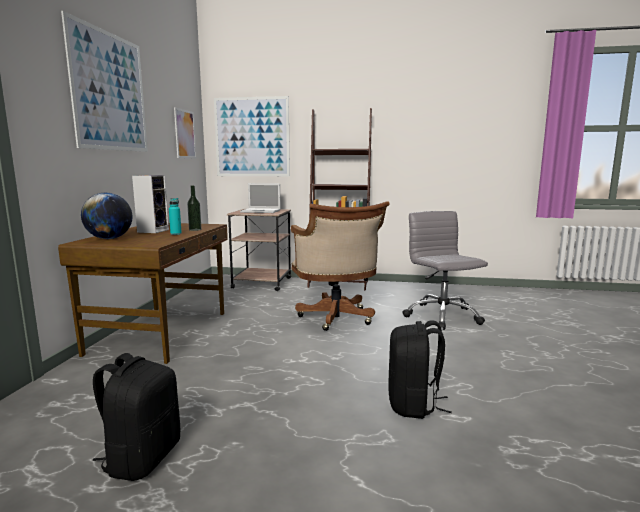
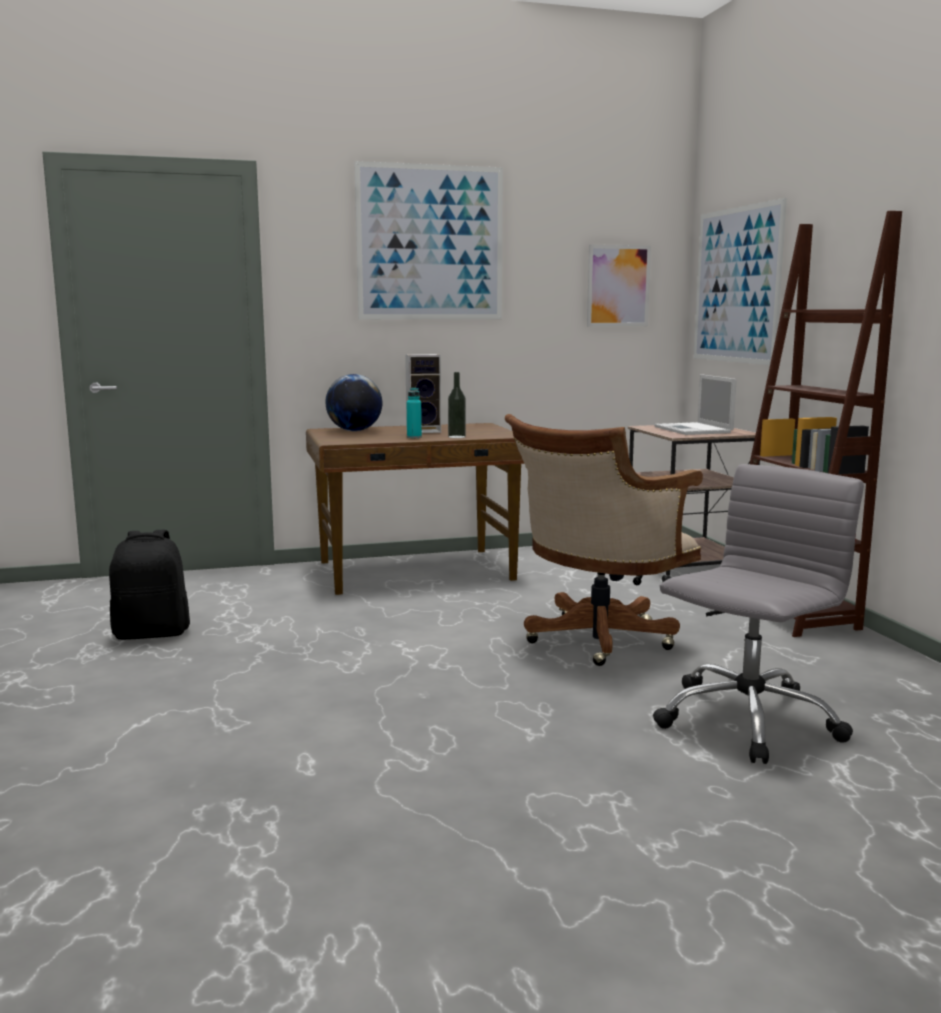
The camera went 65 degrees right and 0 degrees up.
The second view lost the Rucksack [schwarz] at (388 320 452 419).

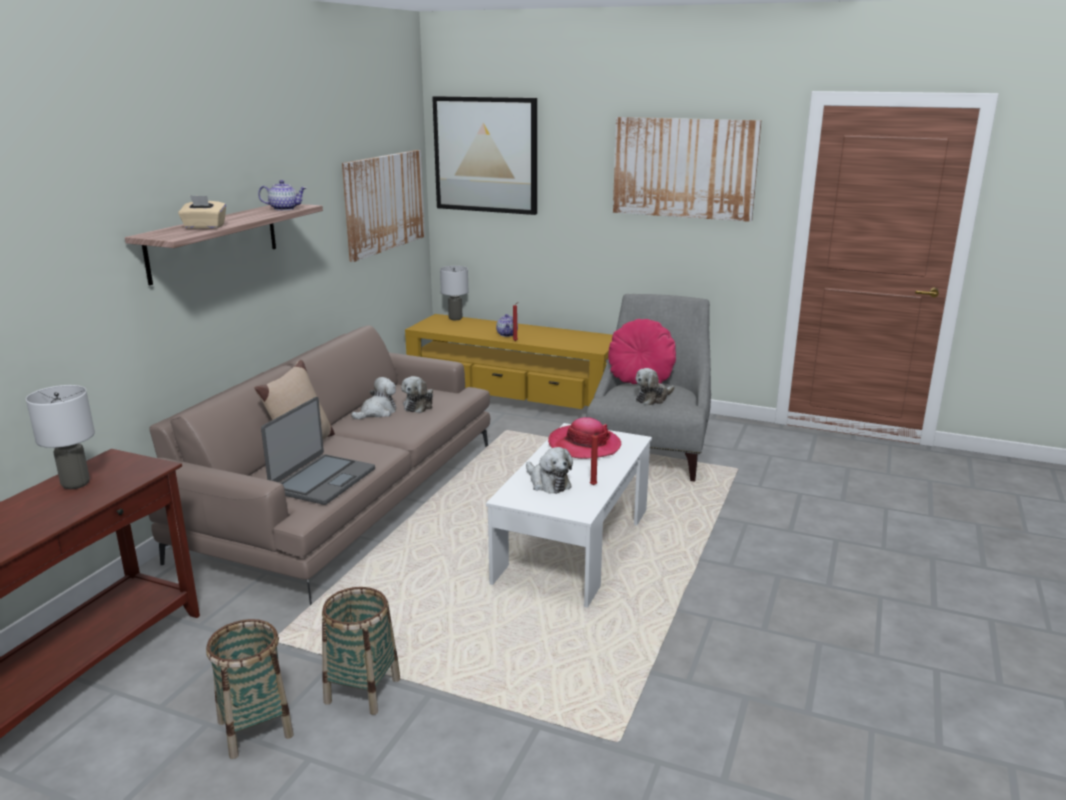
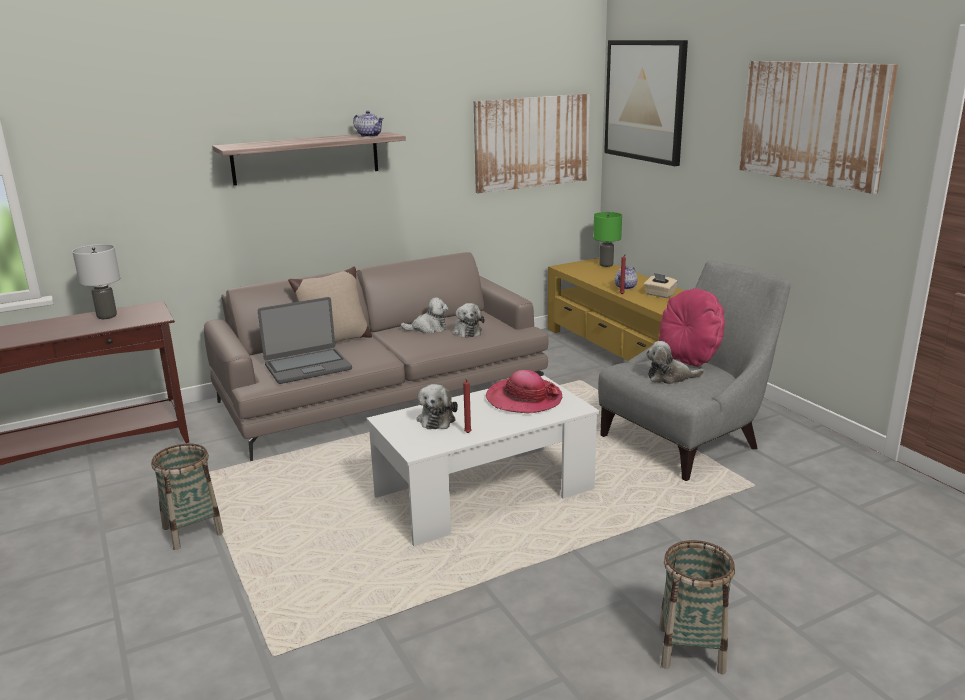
The camera went 40 degrees right and 0 degrees up.
The Taschentuchbox [beige] ended up elsewhere, having gone from (178 195 226 229) to (644 273 678 298).
The Korb ended up elsewhere, having gone from (206 619 294 759) to (659 540 735 674).
What was the Tischlampe [weiß] at (440 266 468 320) turned into the Tischlampe [grün] at (593 212 622 267).
The Plüschtier at (401 376 433 413) ended up facing another way, 75 degrees counterclockwise from before.

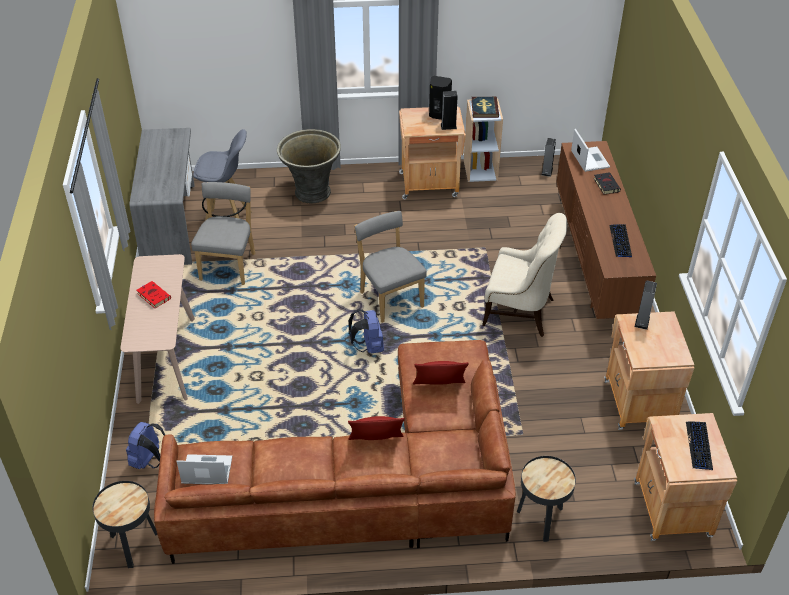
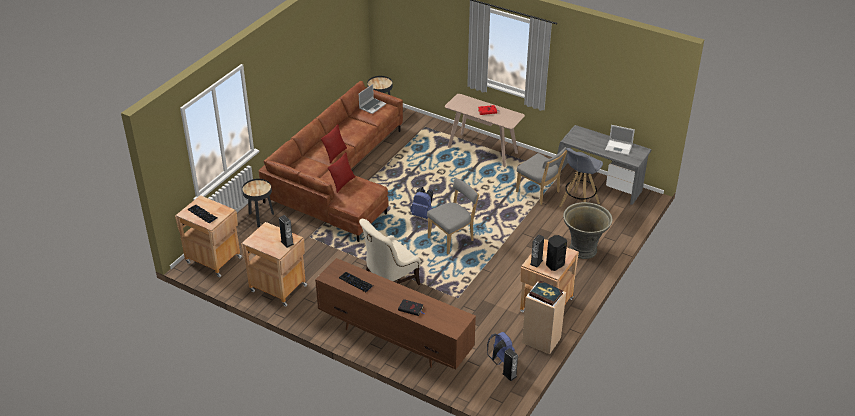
The camera went 125 degrees right and 5 degrees down.
The Rucksack [blau] ended up elsewhere, having gone from (126 422 165 469) to (487 332 515 365).
The Laptop ended up elsewhere, having gone from (571 129 610 172) to (605 125 635 155).
The Stuhl [grau] at (354 211 427 323) ended up facing another way, 45 degrees counterclockwise from before.

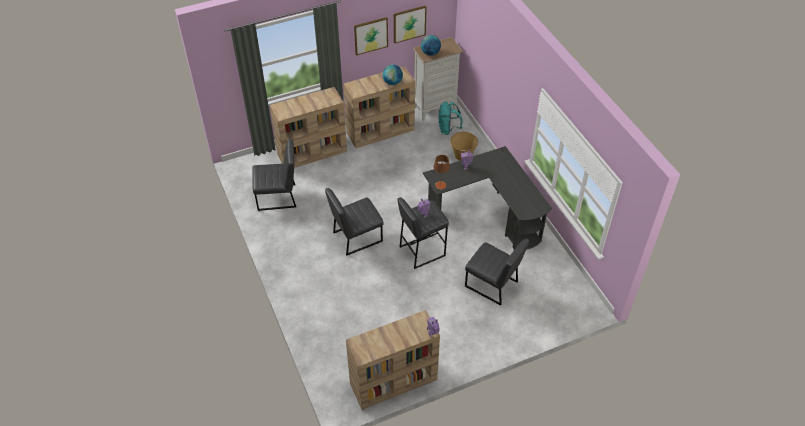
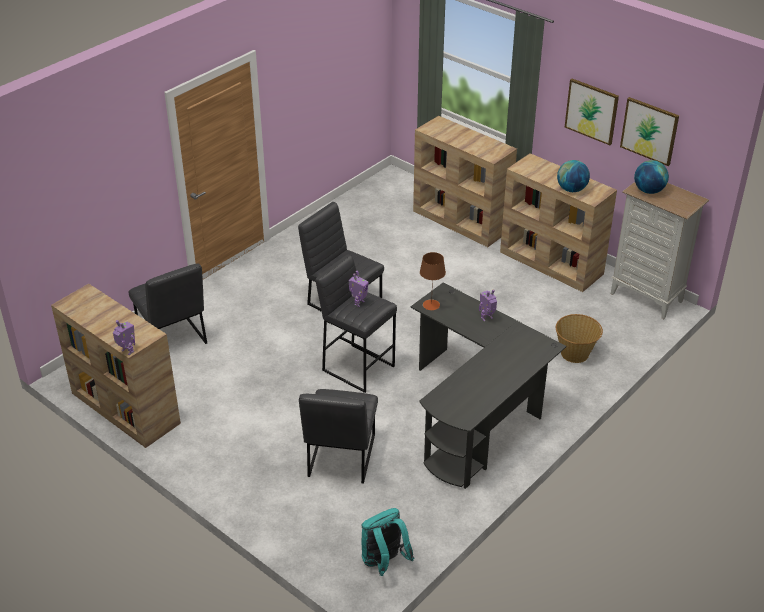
The camera went 65 degrees right and 10 degrees down.
The Stuhl [grau] ended up elsewhere, having gone from (252 139 296 211) to (129 263 207 344).
The Rucksack [türkis] ended up elsewhere, having gone from (438 102 462 135) to (362 508 414 576).

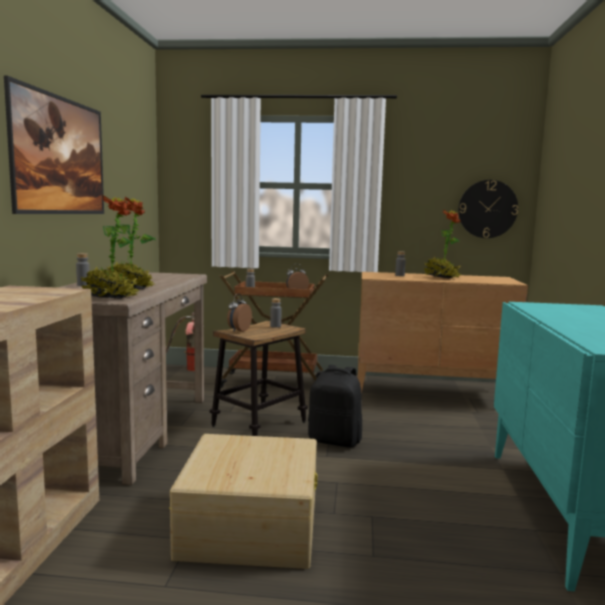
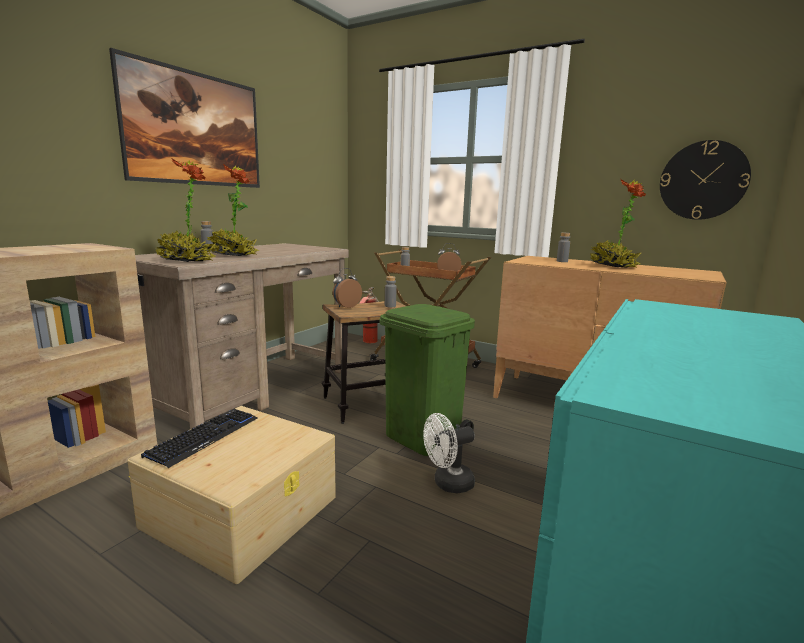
The camera went 25 degrees right and 5 degrees up.
The second view gained the Tastatur at (141 409 257 468).
The second view gained the Ventilator [weiß] at (424 413 475 493).
Where the Rucksack [schwarz] stood at (308 365 362 448), the Mülleimer [grün] came to stand at (379 304 475 456).

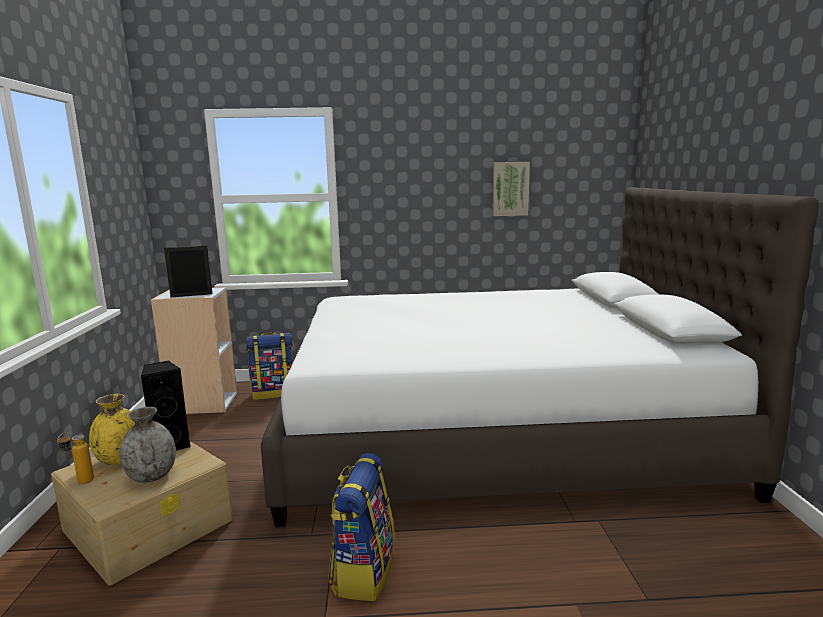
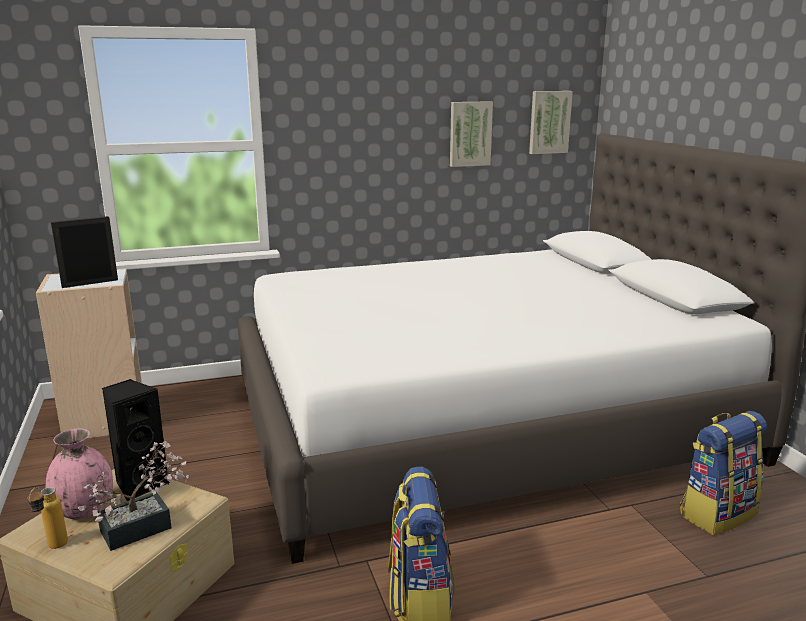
The camera went 15 degrees left and 5 degrees up.
The second view gained the Bild at (529 91 573 154).
The Rucksack ended up elsewhere, having gone from (246 332 293 400) to (680 411 767 535).
Where the Vase [grau] stood at (120 407 176 483), the Topfpflanze came to stand at (78 441 189 551).
What was the Vase [gelb] at (89 394 135 465) turned into the Vase [rosa] at (46 429 113 519).

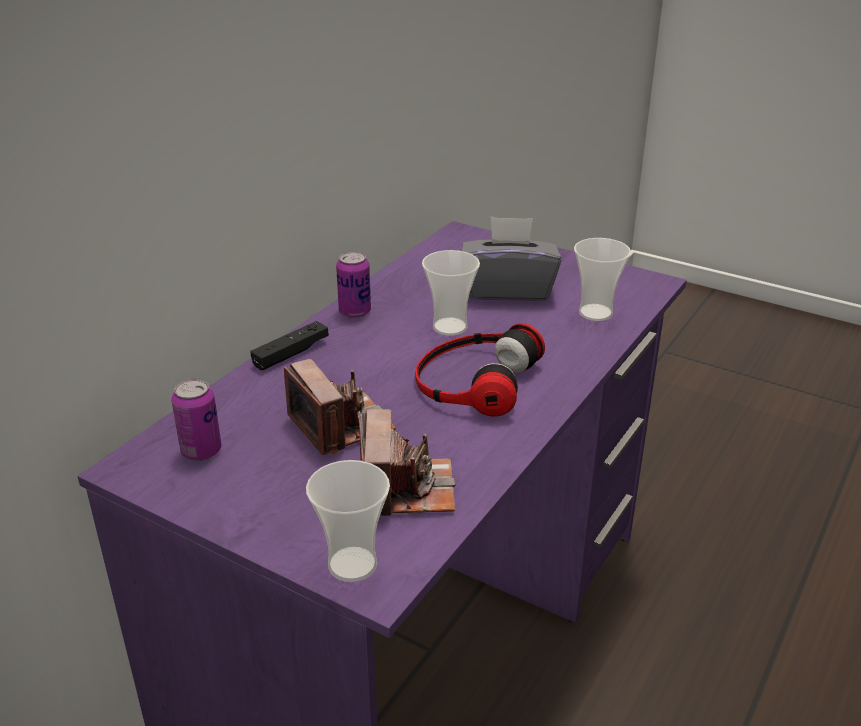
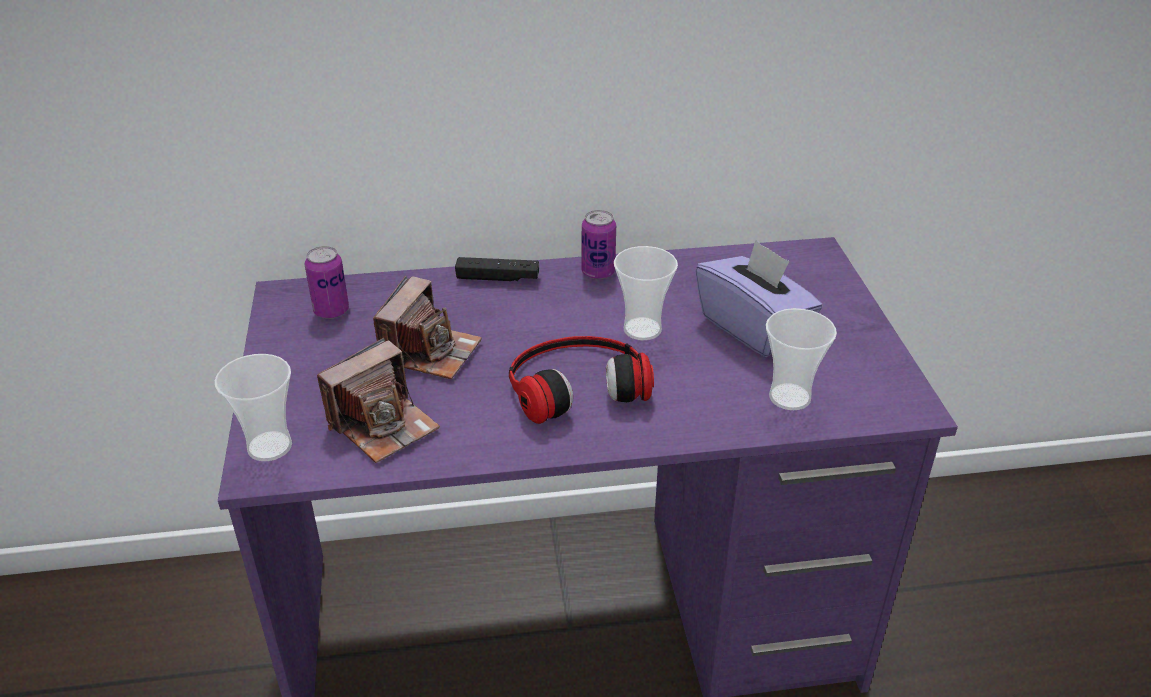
The camera went 50 degrees right and 5 degrees up.
What was the Taschentuchbox [grau] at (462 216 561 301) turned into the Taschentuchbox [lila] at (695 240 823 357).

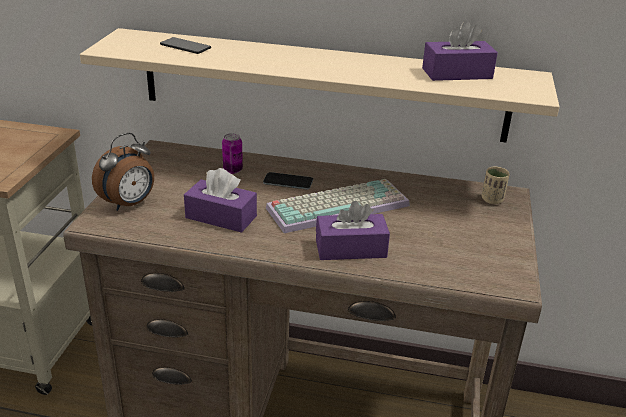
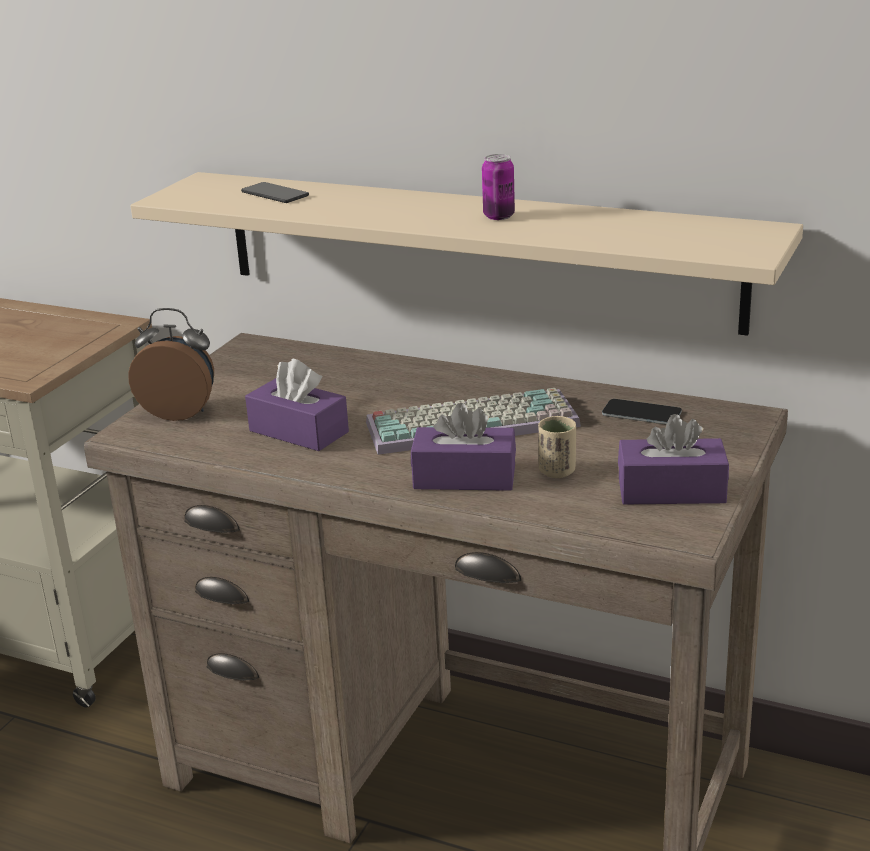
The camera went 15 degrees right and 5 degrees down.
The Dose ended up elsewhere, having gone from (222 133 243 174) to (482 154 515 220).
The Handy ended up elsewhere, having gone from (263 172 313 190) to (602 399 682 425).
The Taschentuchbox [lila] ended up elsewhere, having gone from (422 21 498 81) to (618 414 729 504).
The Tasse [beige] ended up elsewhere, having gone from (482 166 510 204) to (538 416 576 478).
The Wecker at (92 133 154 211) ended up facing another way, 135 degrees counterclockwise from before.

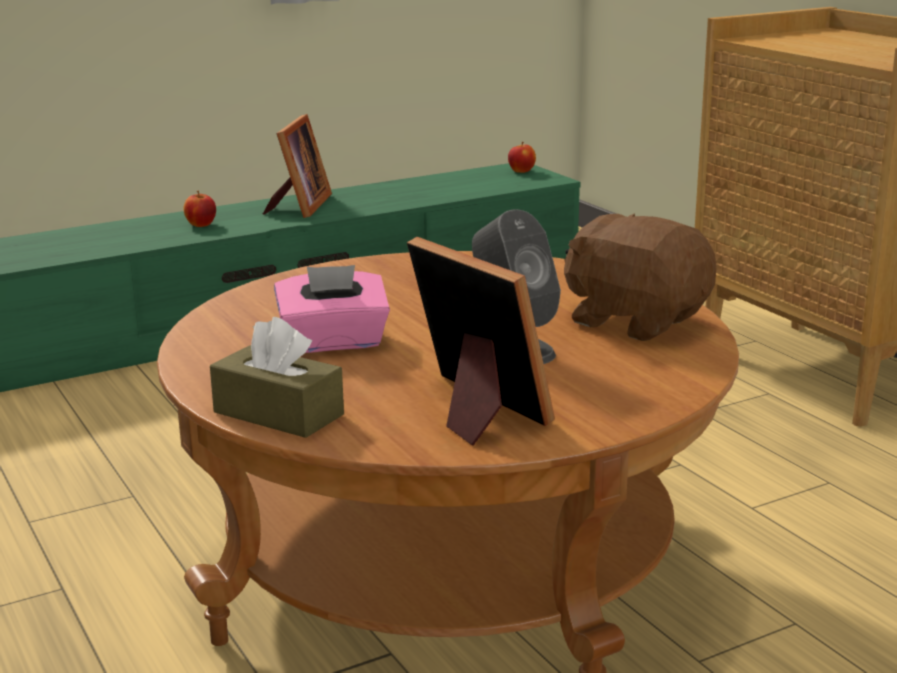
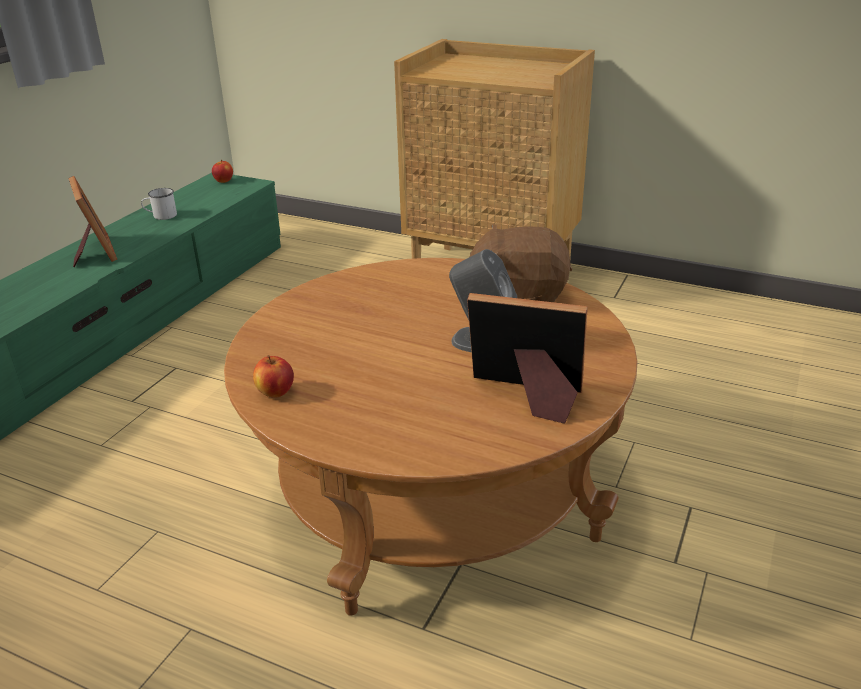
The camera went 35 degrees left and 10 degrees up.
The second view lost the Taschentuchbox [braun] at (210 317 344 438).
The second view lost the Taschentuchbox [rosa] at (274 265 390 353).
The second view gained the Henkelbecher [weiß] at (141 188 177 220).
The Apfel ended up elsewhere, having gone from (184 190 216 227) to (253 355 294 398).

